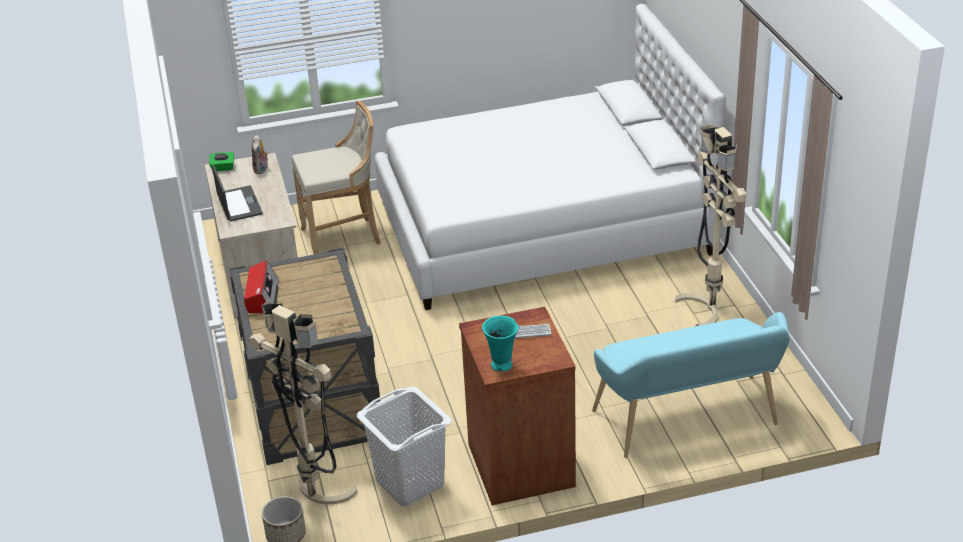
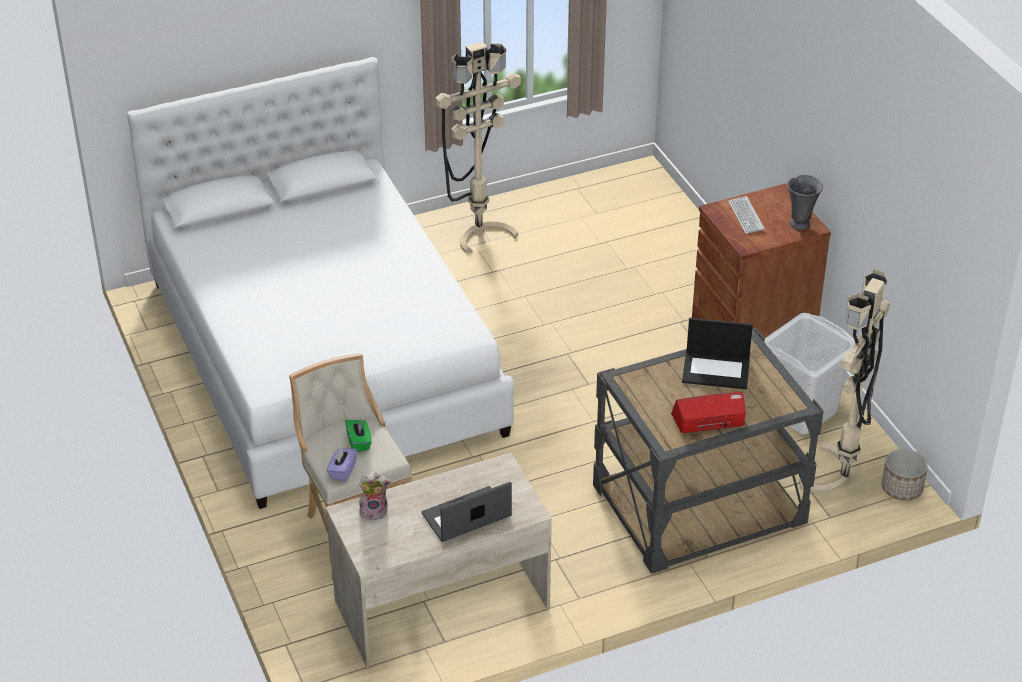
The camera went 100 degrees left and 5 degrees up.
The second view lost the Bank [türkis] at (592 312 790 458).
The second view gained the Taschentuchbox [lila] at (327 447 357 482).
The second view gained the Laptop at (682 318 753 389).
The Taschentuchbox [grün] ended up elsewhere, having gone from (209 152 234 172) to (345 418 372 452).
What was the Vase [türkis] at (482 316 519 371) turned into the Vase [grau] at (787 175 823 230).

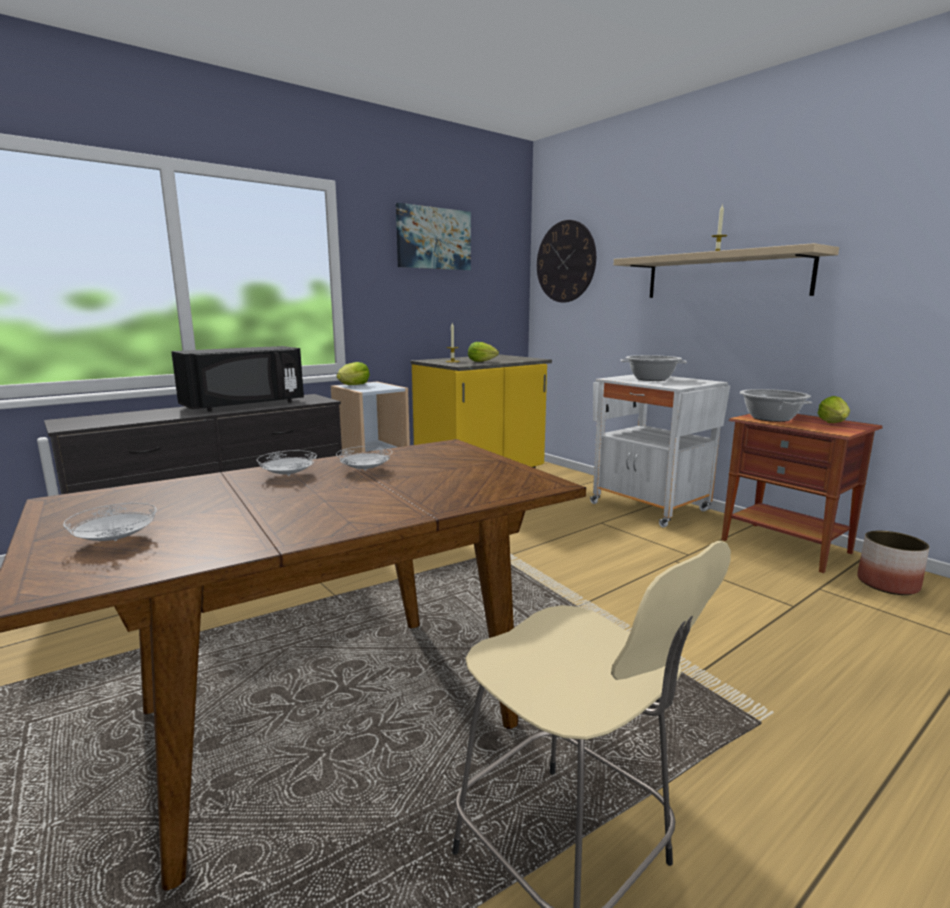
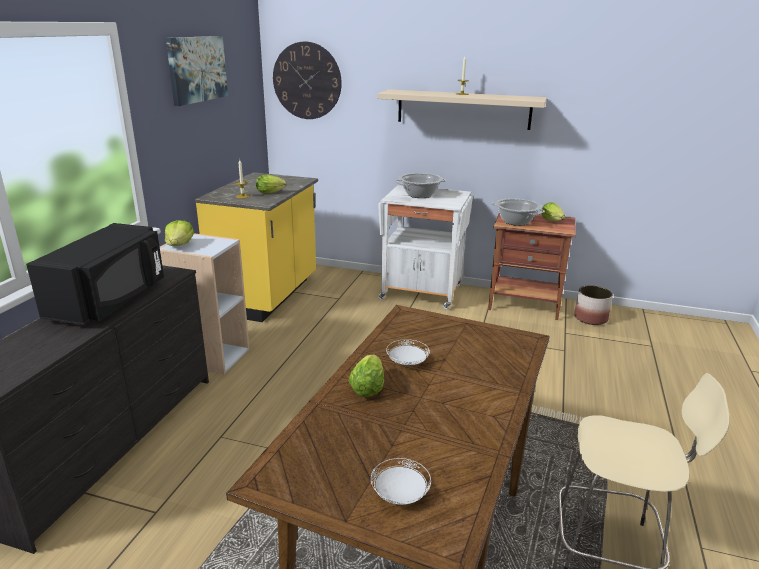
The camera went 35 degrees left and 10 degrees up.
Where the Teller [weiß] stood at (257 450 317 476), the Salatkopf came to stand at (349 354 384 397).

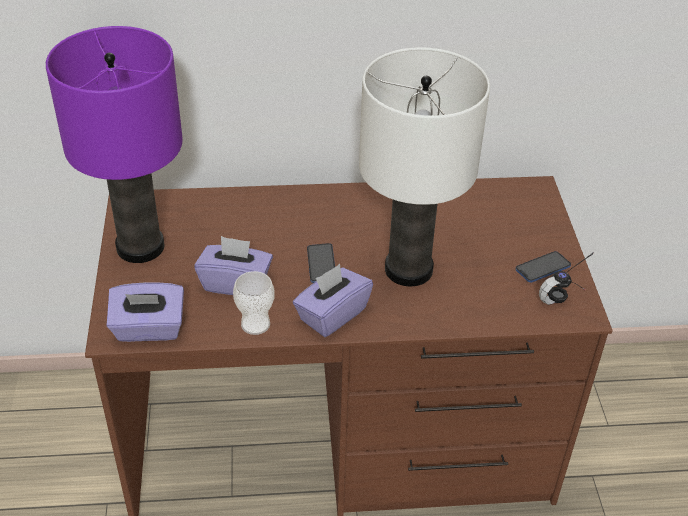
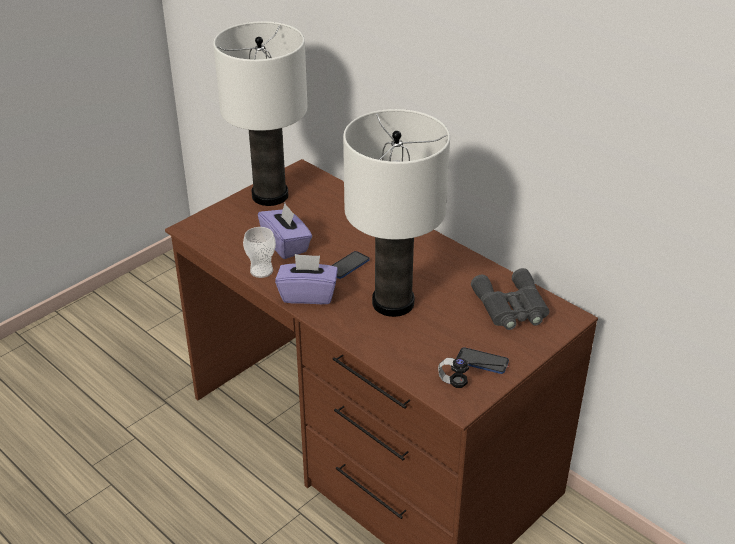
The camera went 50 degrees right and 5 degrees down.
The second view lost the Taschentuchbox [lila] at (106 282 184 342).
The second view gained the Fernglas [grau] at (471 268 549 330).
What was the Tischlampe [lila] at (46 26 183 263) turned into the Tischlampe [weiß] at (213 21 307 206).

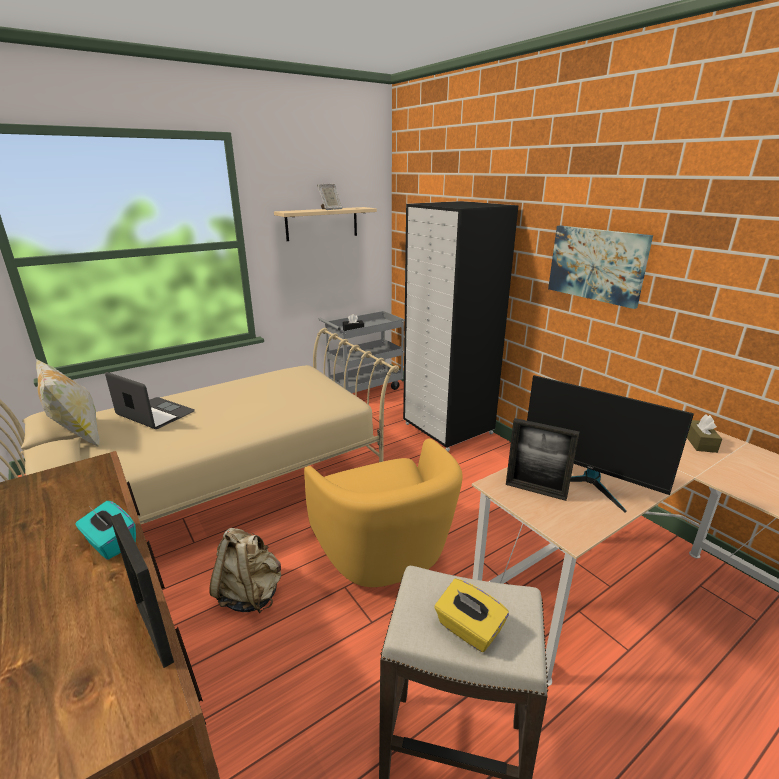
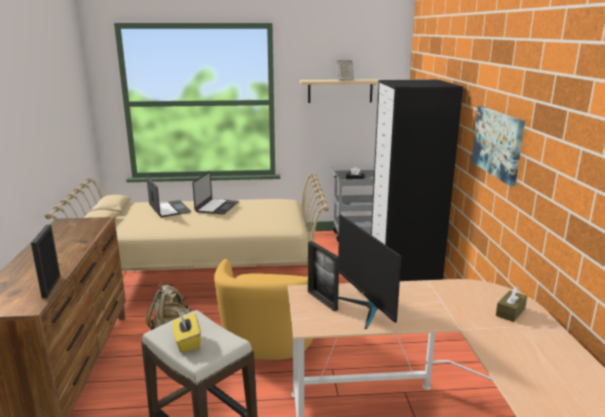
The camera went 30 degrees right and 5 degrees down.
The second view lost the Kissen at (36 359 99 447).
The second view lost the Taschentuchbox [türkis] at (75 501 136 560).
The second view gained the Laptop at (192 171 239 215).

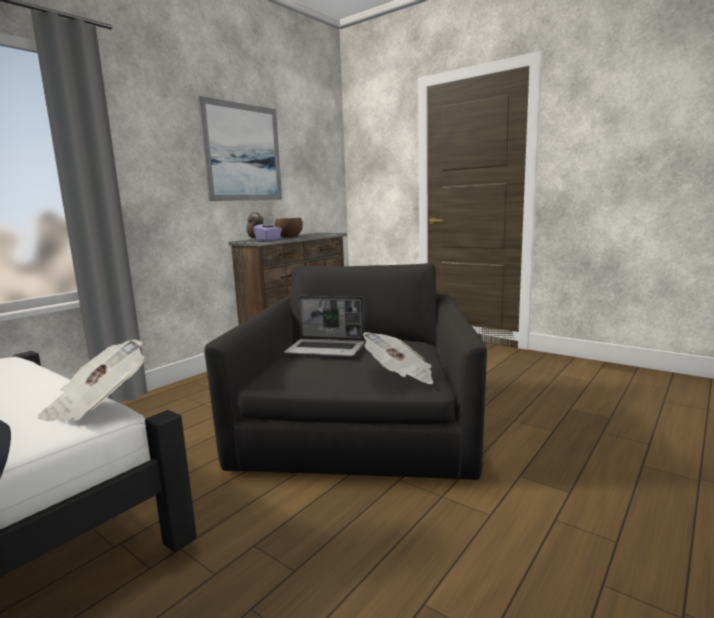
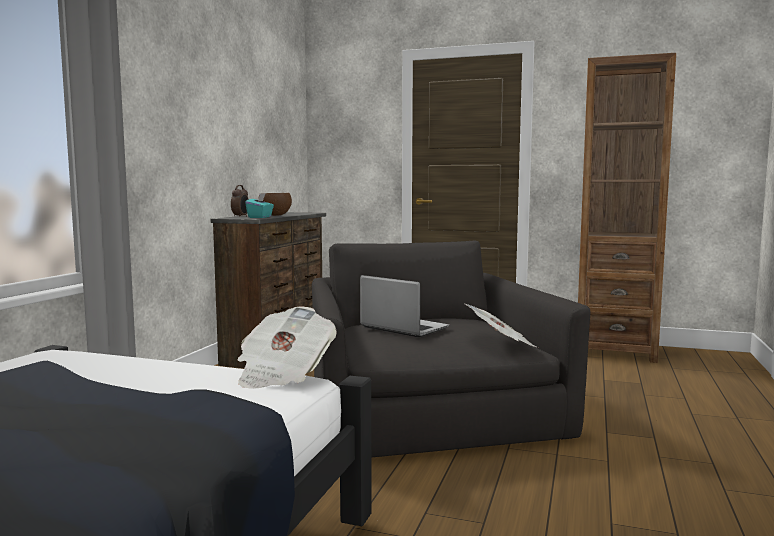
The camera went 20 degrees left and 5 degrees down.
The second view lost the Bild at (198 96 282 201).
The second view gained the Bücherregal [braun] at (578 53 676 363).
What was the Taschentuchbox [lila] at (253 219 282 241) turned into the Taschentuchbox [türkis] at (245 193 274 218).
The Laptop at (284 296 365 357) ended up facing another way, 135 degrees counterclockwise from before.

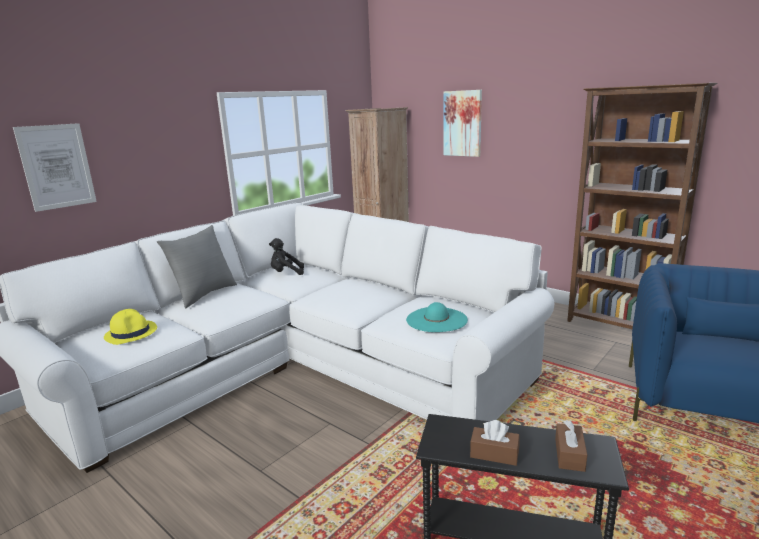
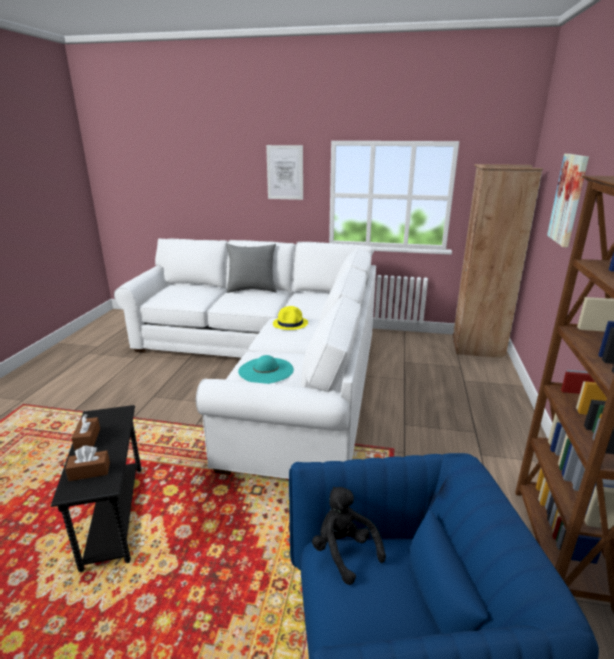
The camera went 60 degrees right and 5 degrees up.
The Bild ended up elsewhere, having gone from (13 123 97 212) to (266 145 303 200).
The Hut [gelb] ended up elsewhere, having gone from (104 309 157 345) to (273 306 308 330).
The Plüschtier [schwarz] ended up elsewhere, having gone from (269 238 304 275) to (312 487 386 585).

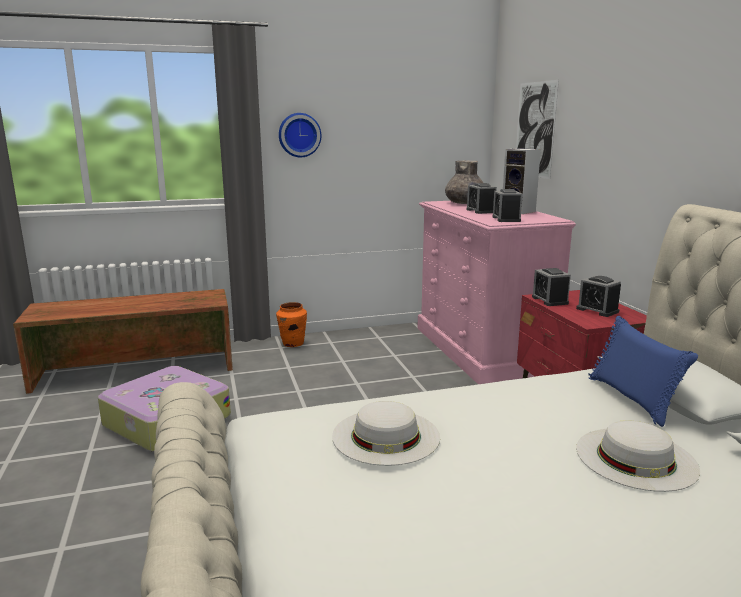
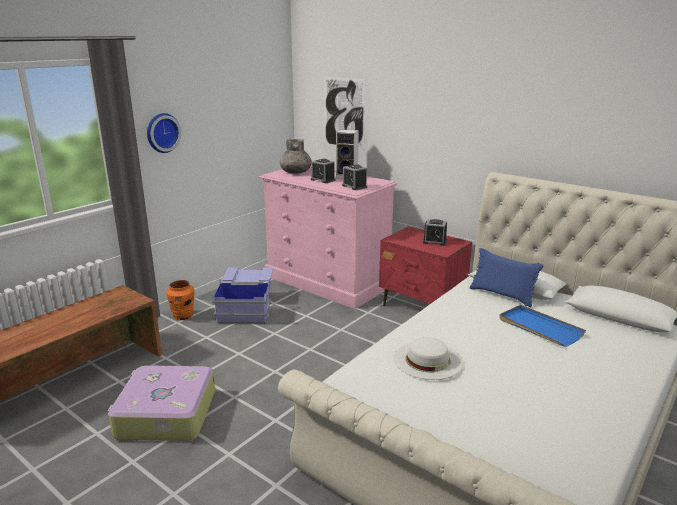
The camera went 35 degrees left and 5 degrees up.
The second view lost the Wecker at (532 268 571 306).
The second view gained the Aufbewahrungsbox [blau] at (211 267 273 324).
Where the Hut [weiß] stood at (576 420 700 492), the Tablett [blau] came to stand at (499 305 586 347).

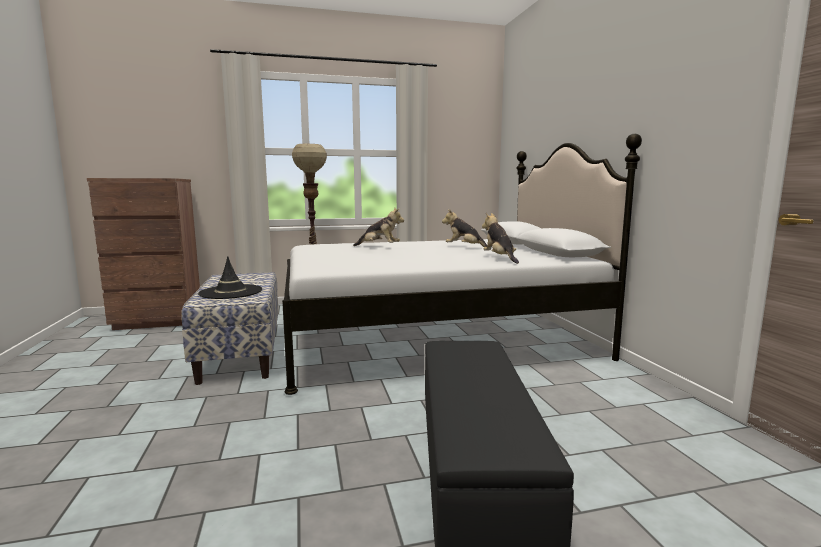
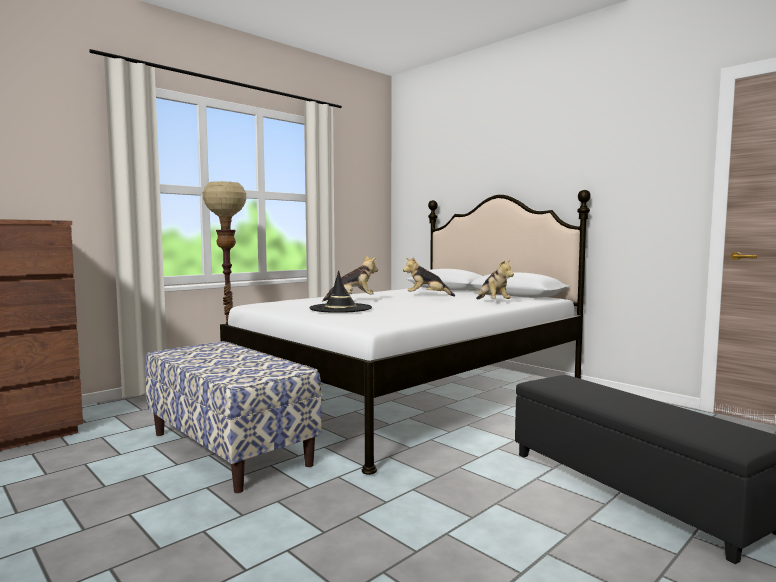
The camera went 30 degrees left and 5 degrees down.
The Hut [schwarz] ended up elsewhere, having gone from (198 256 262 299) to (309 271 372 313).
The Plüschtier at (482 213 519 264) ended up facing another way, 150 degrees counterclockwise from before.

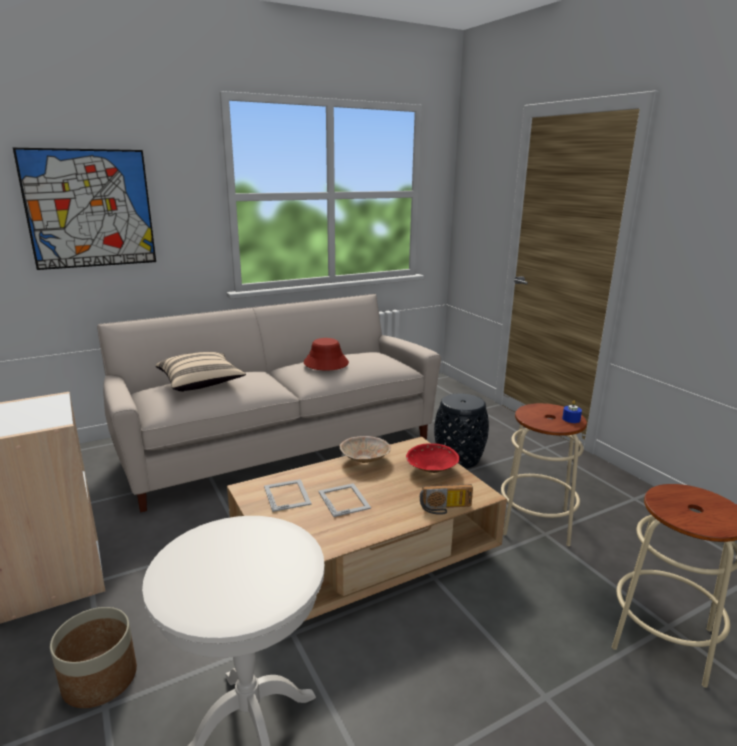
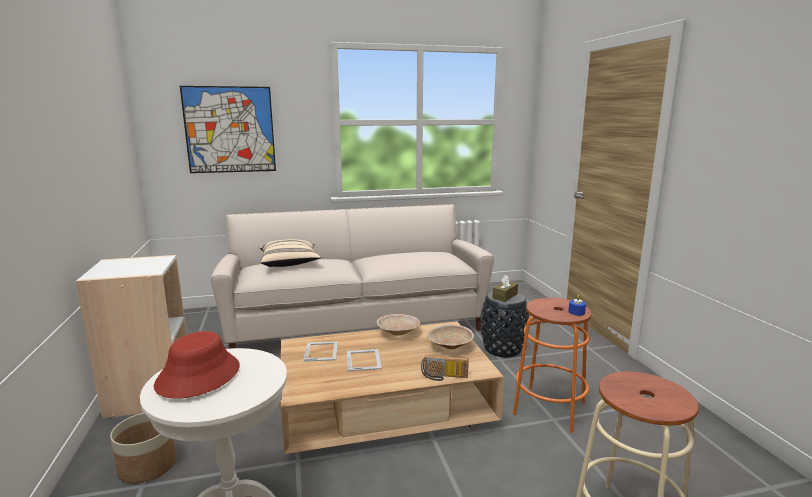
The camera went 15 degrees right and 5 degrees down.
The second view gained the Taschentuchbox [braun] at (492 274 518 302).
The Hut [rot] ended up elsewhere, having gone from (304 338 349 371) to (154 331 240 399).
What was the Schüssel [rot] at (406 443 459 473) turned into the Schüssel [beige] at (427 325 474 349).
What was the Hocker [beige] at (501 403 587 546) turned into the Hocker [orange] at (513 298 592 433).

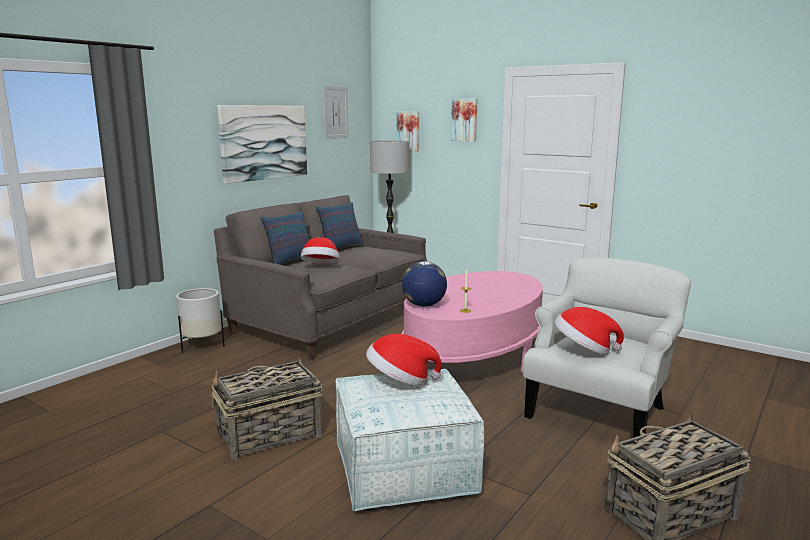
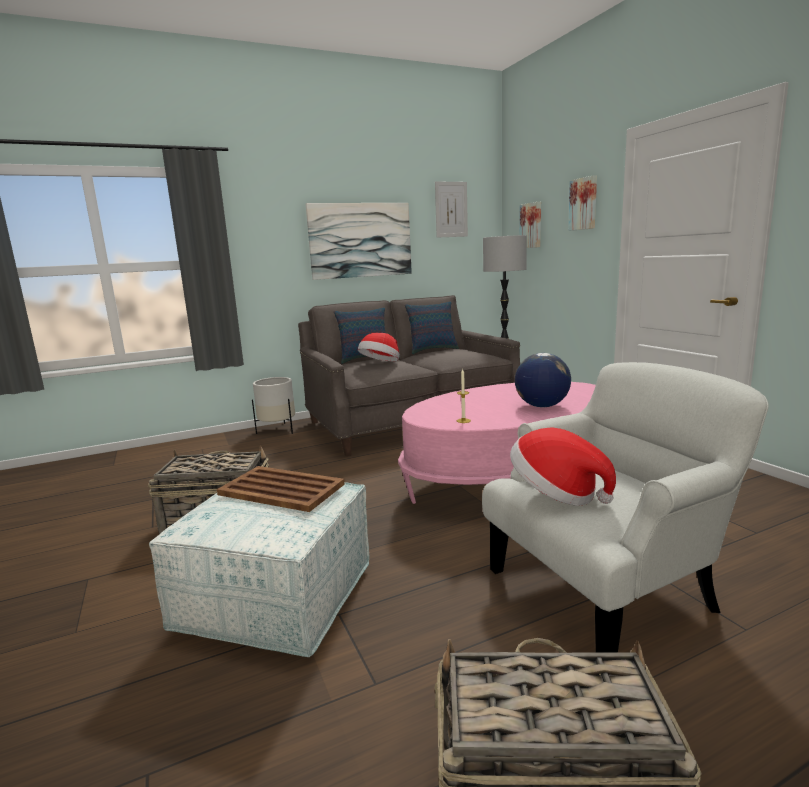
The camera went 30 degrees right and 0 degrees up.
The Globus ended up elsewhere, having gone from (402 261 447 307) to (515 353 571 407).
Where the Hut stood at (366 334 442 386), the Tablett [braun] came to stand at (217 466 345 512).

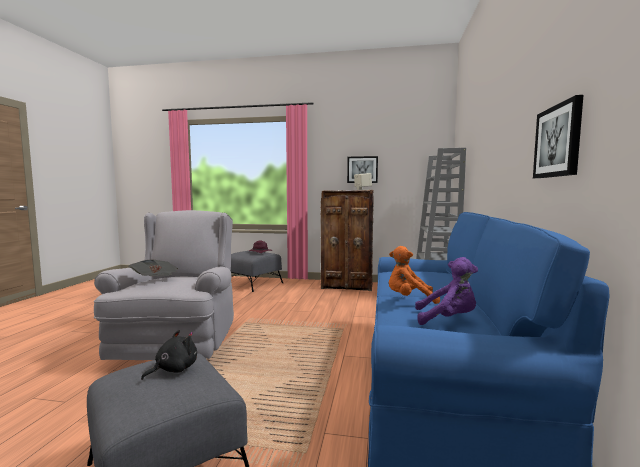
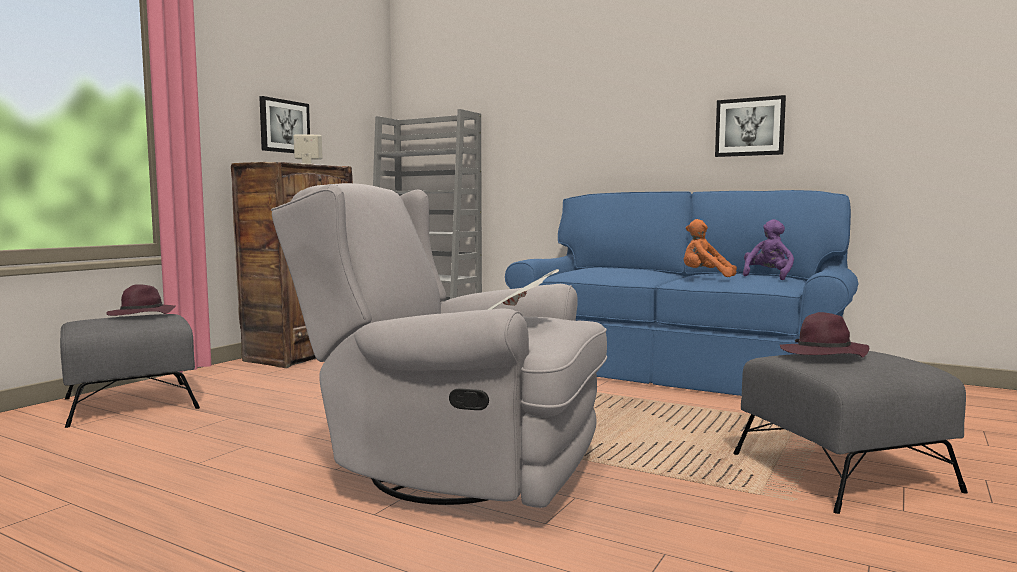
The camera went 70 degrees left and 0 degrees up.
Where the Plüschtier [schwarz] stood at (141 330 197 380), the Hut [lila] came to stand at (779 312 869 357).
The Plüschtier [orange] at (389 246 440 304) ended up facing another way, 90 degrees clockwise from before.

